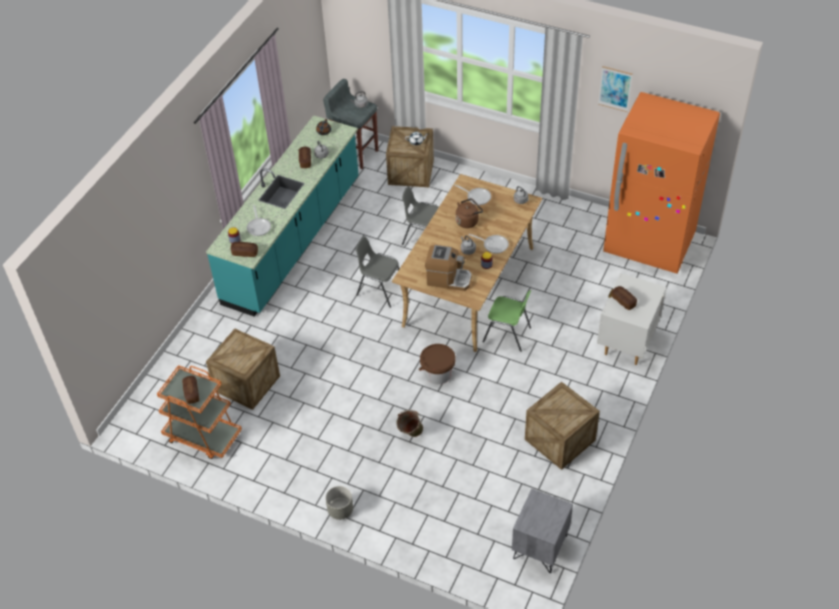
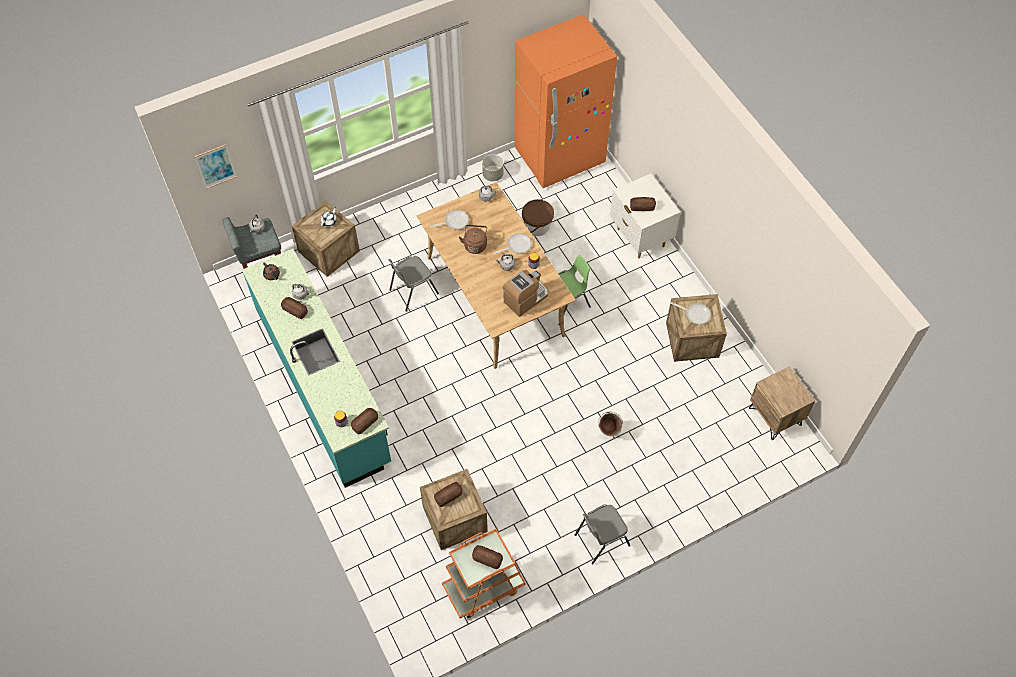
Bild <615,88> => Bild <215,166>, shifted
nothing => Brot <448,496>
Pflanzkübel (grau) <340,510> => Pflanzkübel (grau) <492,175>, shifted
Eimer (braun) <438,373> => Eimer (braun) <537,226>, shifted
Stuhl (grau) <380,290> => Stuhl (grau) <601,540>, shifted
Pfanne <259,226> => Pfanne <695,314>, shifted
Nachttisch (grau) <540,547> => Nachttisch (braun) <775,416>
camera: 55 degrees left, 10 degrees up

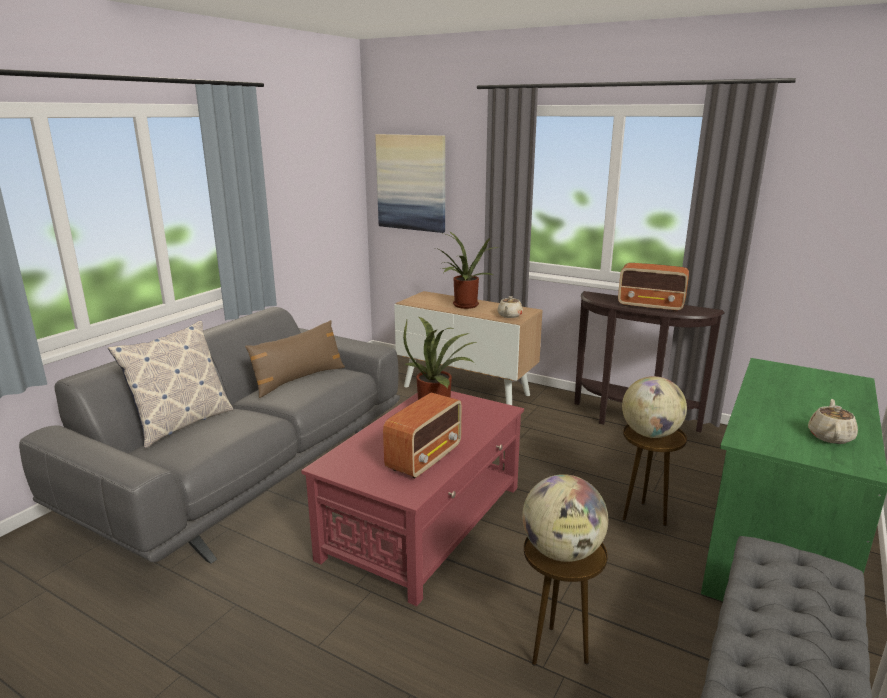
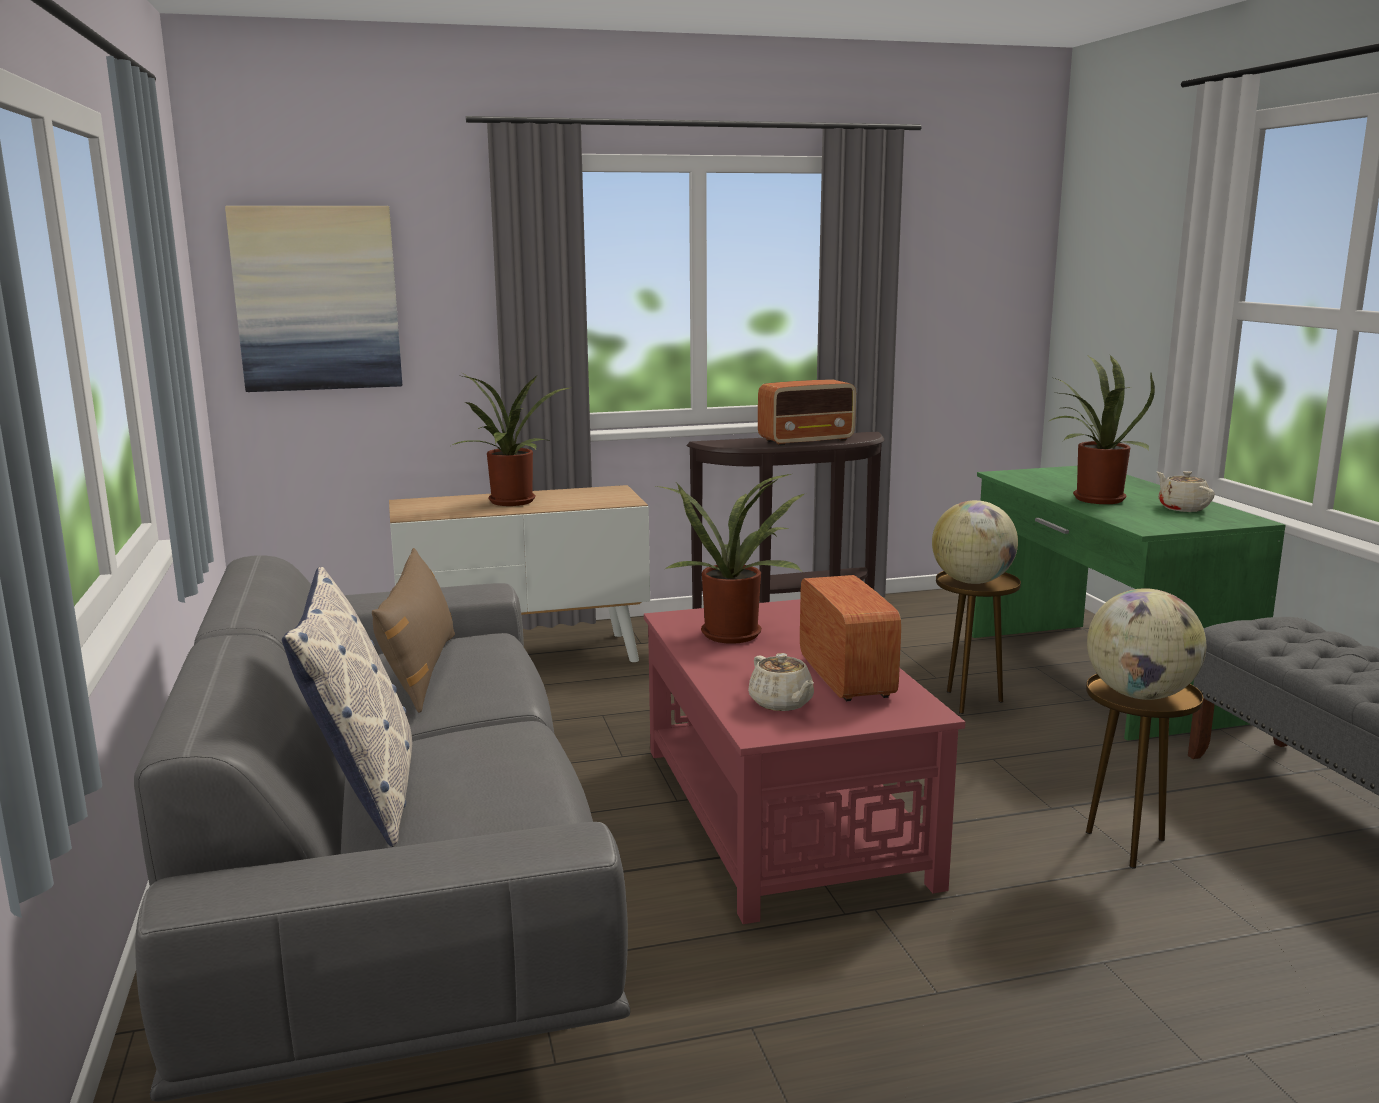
Teekanne (beige) <509,316> => Teekanne (beige) <781,703>, shifted
nothing => Topfpflanze <1093,499>
camera: 45 degrees left, 5 degrees down

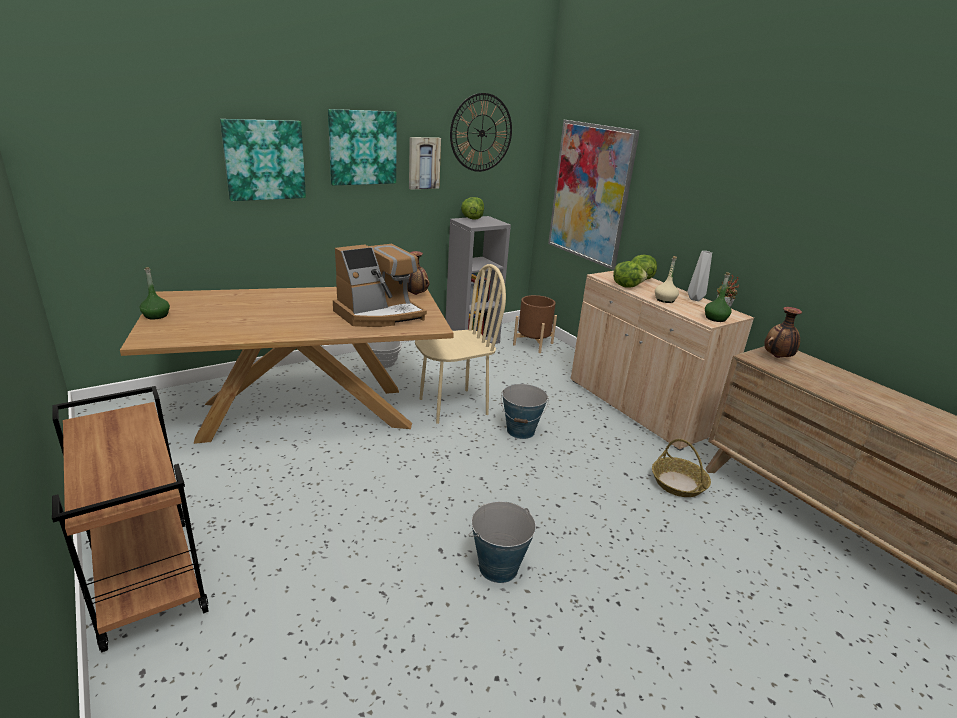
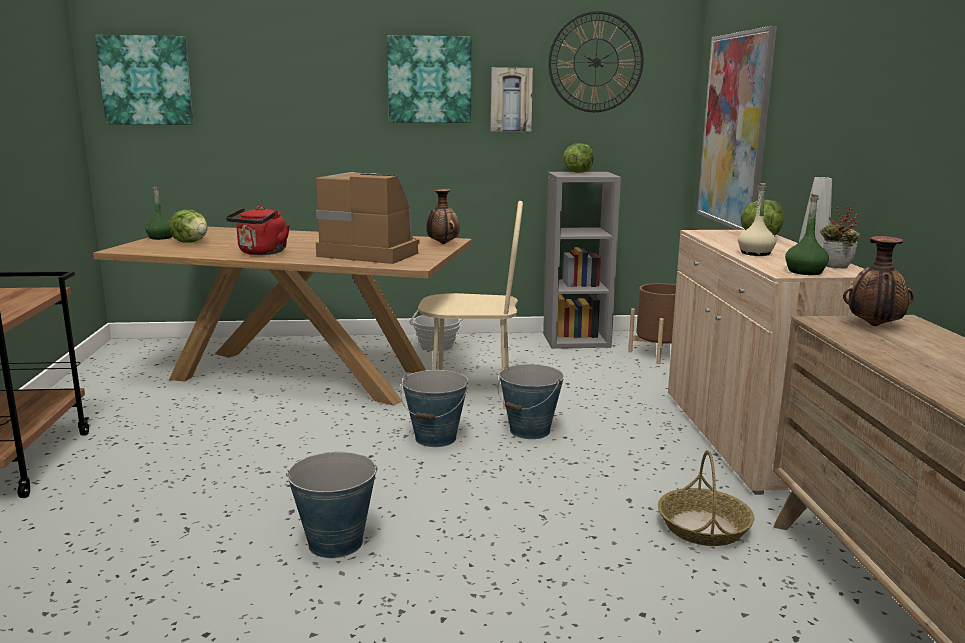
Bild <264,160> => Bild <146,80>, shifted
Salatkopf <626,286> => Salatkopf <191,242>, shifted
nothing => Wasserkessel (rot) <261,253>
Kaffeemaschine <379,314> => Kaffeemaschine <371,253>, 150 degrees counterclockwise
nothing => Eimer <436,438>
camera: 30 degrees right, 10 degrees down

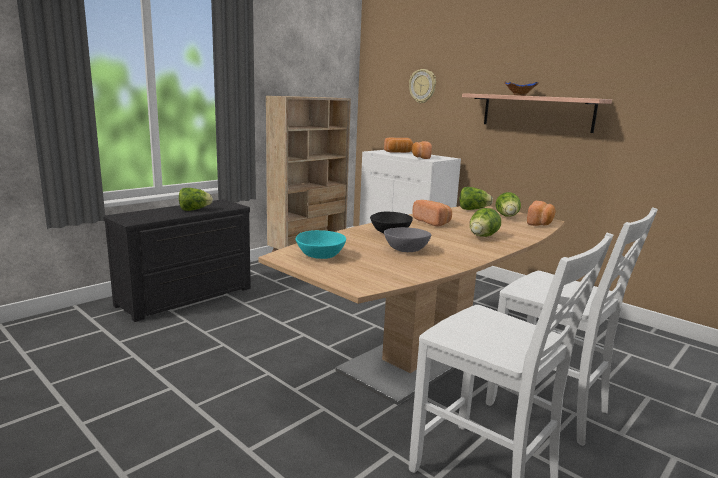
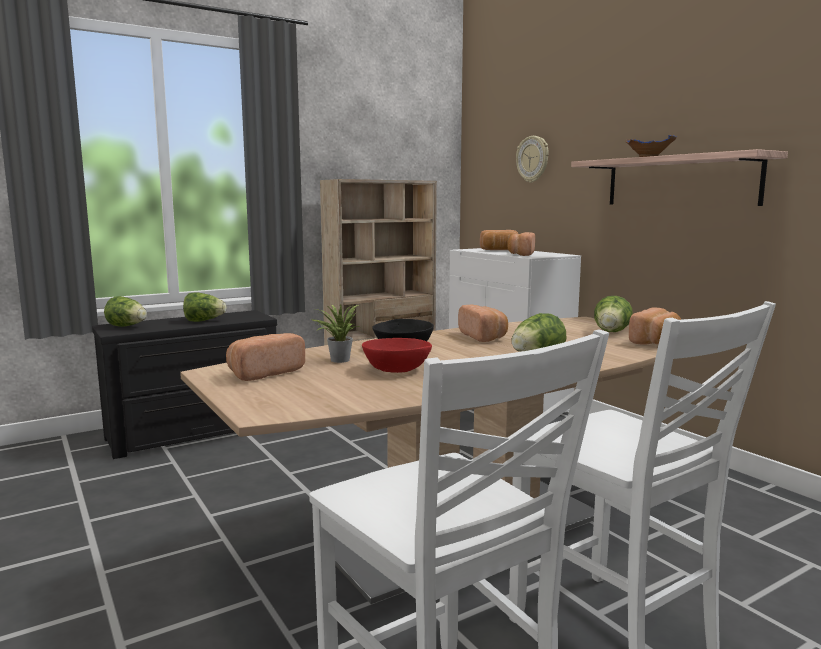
Salatkopf <473,209> => Salatkopf <127,326>, shifted
Schüssel (türkis) <321,256> => Brot <264,373>
nothing => Topfpflanze <338,360>
Schüssel (grau) <406,249> => Schüssel (rot) <396,369>
camera: 15 degrees right, 5 degrees down

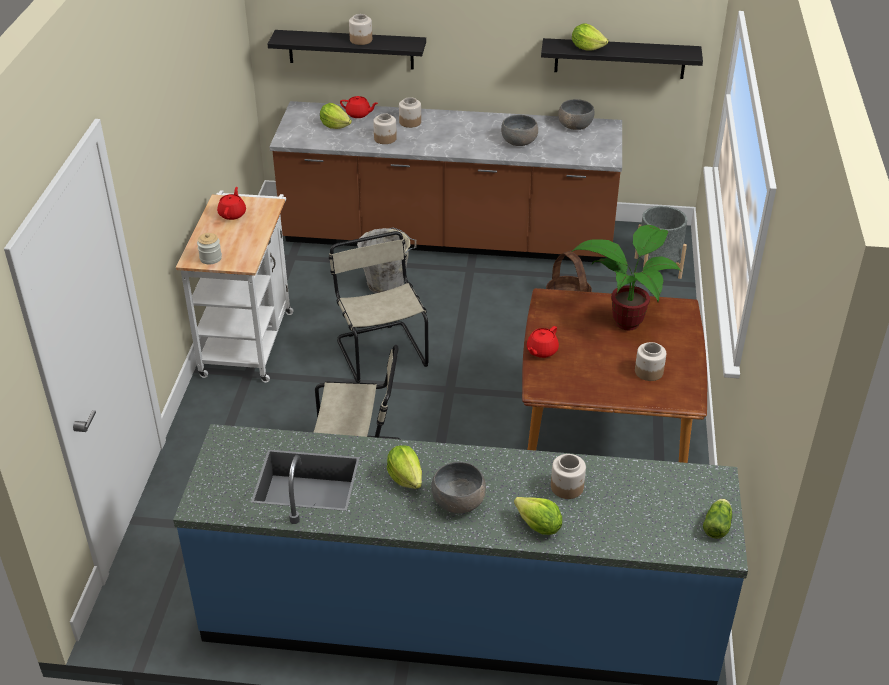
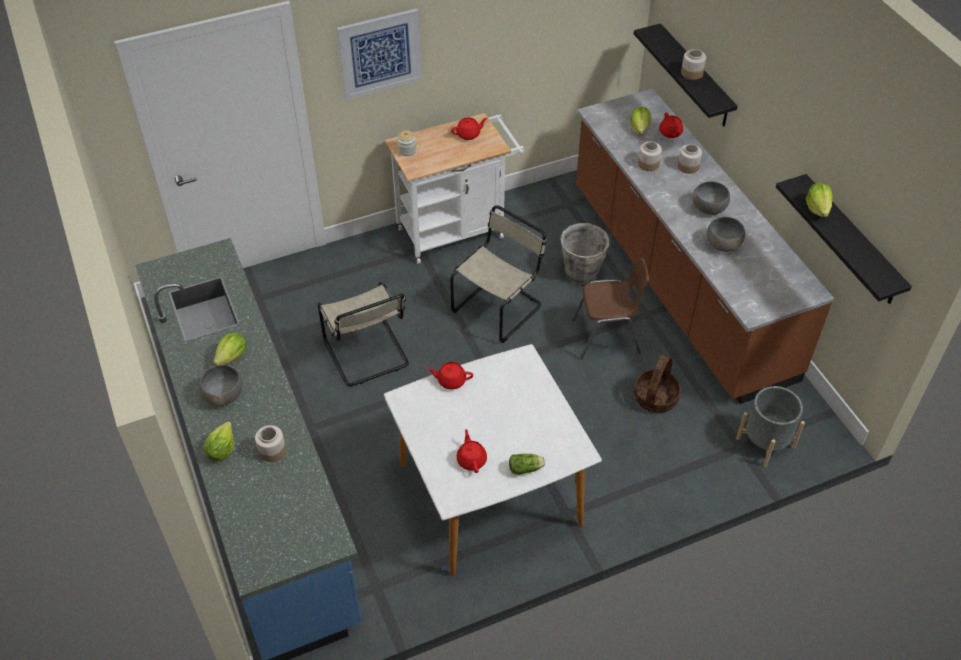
nothing => Bild <380,53>
Esstisch (braun) <602,446> => Esstisch (weiß) <488,494>
Vorratsglas <648,372> => Teekanne (rot) <471,459>
Salatkopf <717,525> => Salatkopf <526,468>, shifted
nothing => Stuhl (braun) <607,337>
Schüssel (grau) <575,126> => Schüssel (grau) <708,208>, shifted
Topfpflanze <628,320> => nothing
camera: 60 degrees right, 10 degrees up

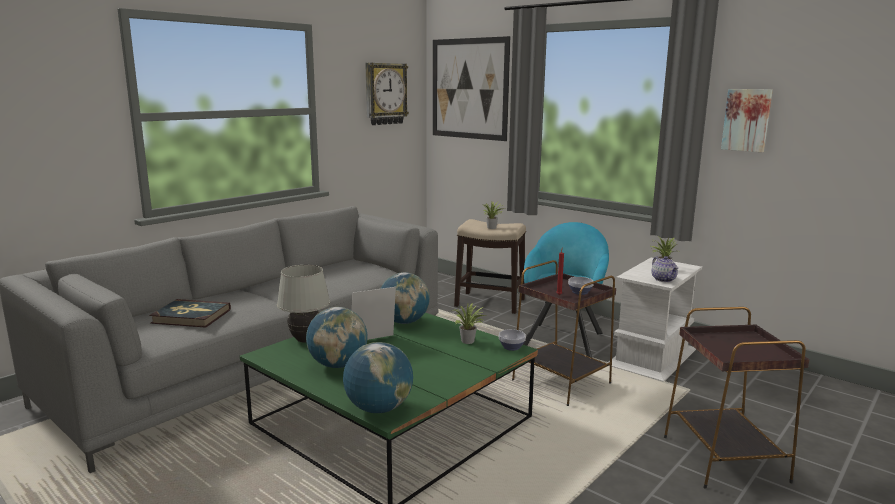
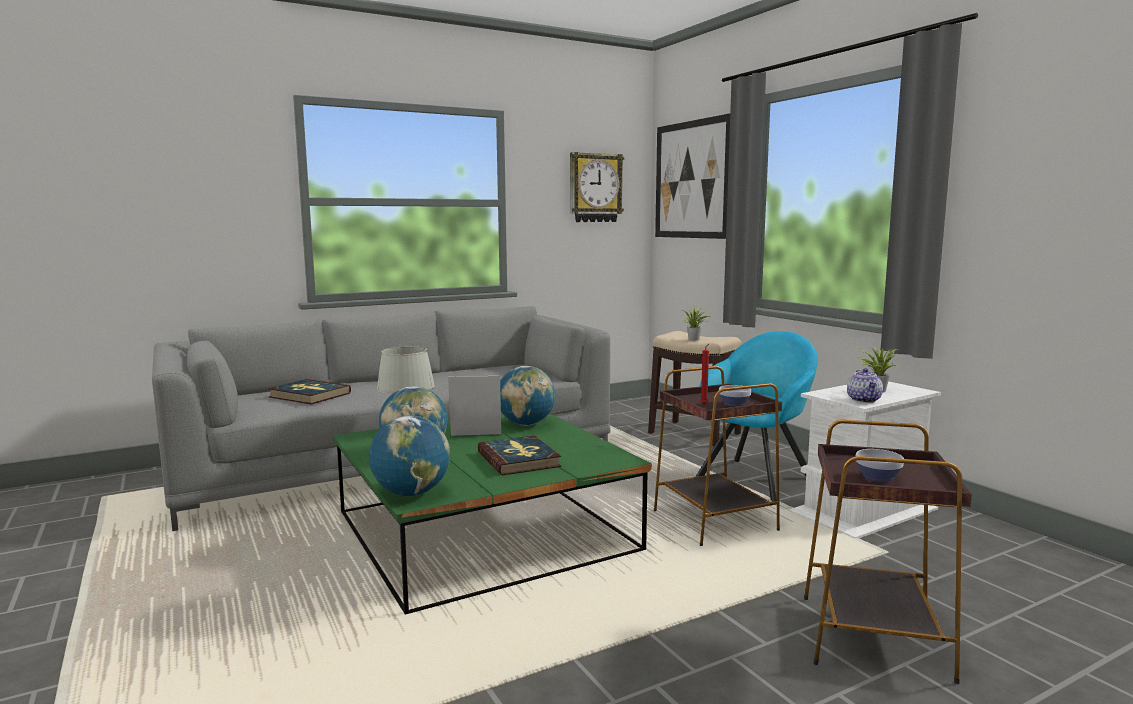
nothing => Buch <519,459>
Schüssel <510,347> => Schüssel <876,477>, shifted
Topfpflanze <469,342> => nothing
Bild <746,120> => nothing
camera: 20 degrees right, 5 degrees down

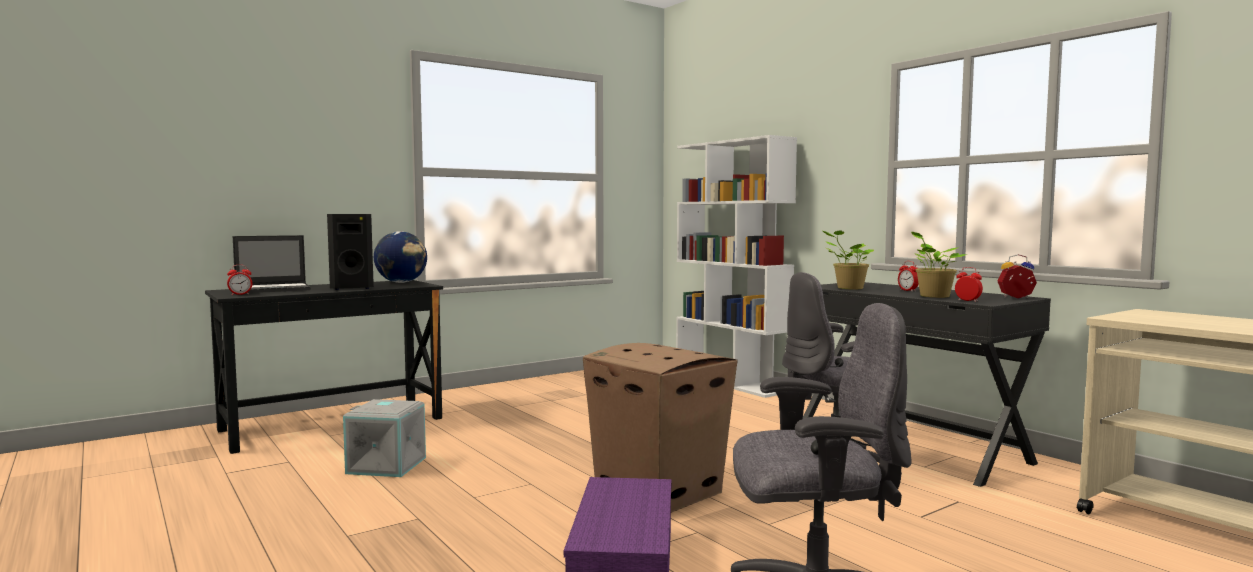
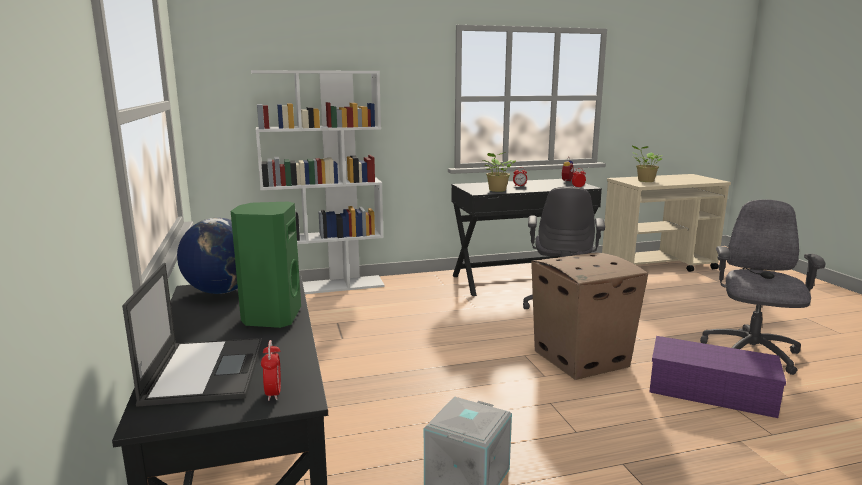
Lautsprecher (schwarz) <352,288> => Lautsprecher (grün) <271,317>
Topfpflanze <932,296> => Topfpflanze <644,181>, shifted
camera: 70 degrees left, 10 degrees up

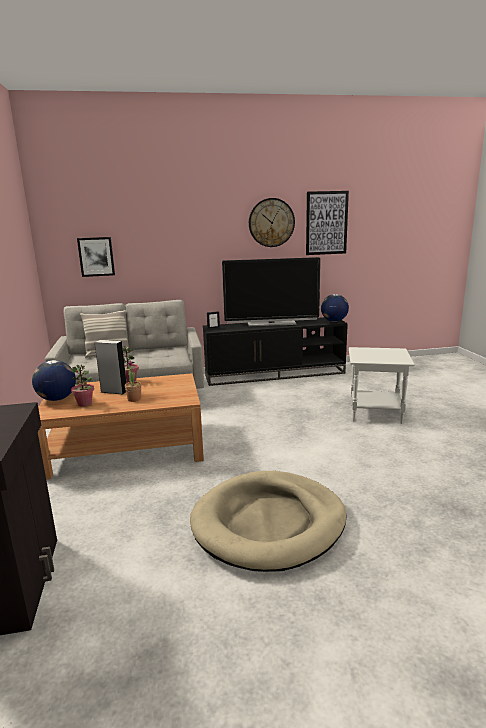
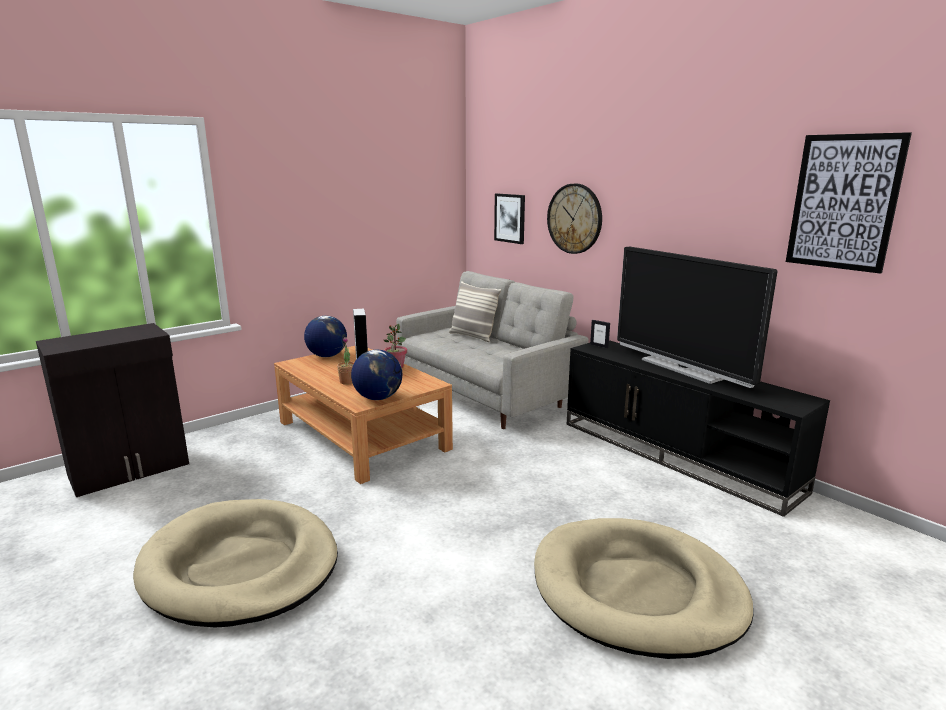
Globus <334,321> => Globus <378,398>, shifted
Beistelltisch (weiß) <376,414> => Hundebett (beige) <637,591>
Wanduhr <271,222> => Wanduhr <574,218>, shifted
Topfpflanze <85,403> => nothing
camera: 60 degrees right, 0 degrees up

